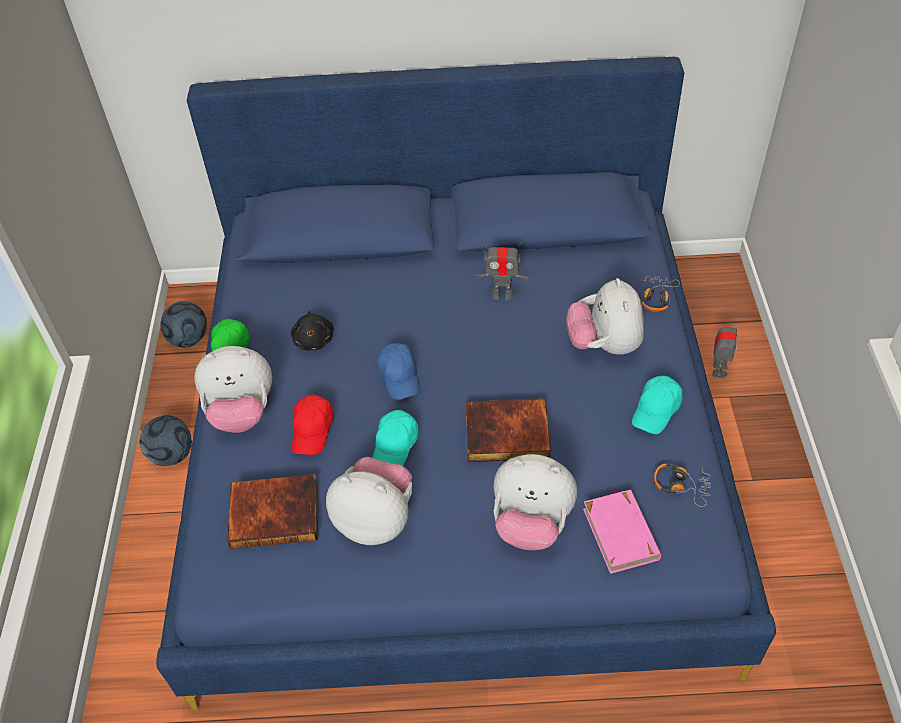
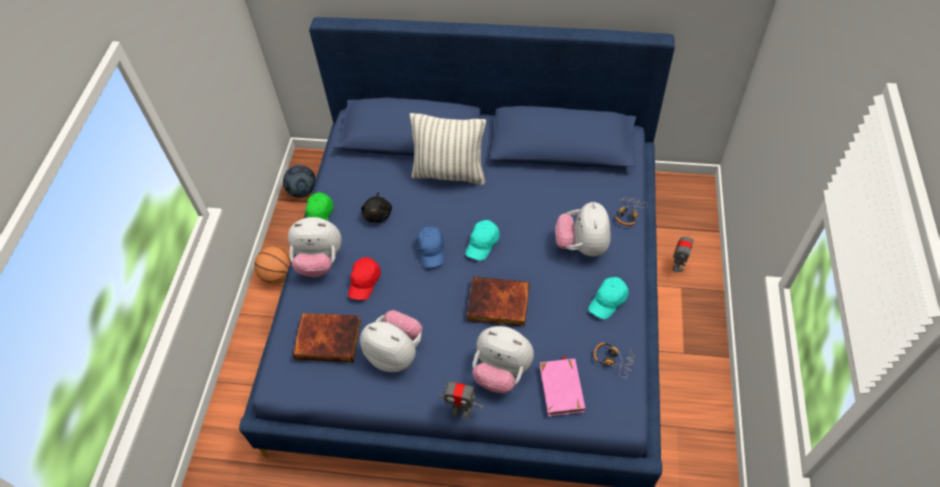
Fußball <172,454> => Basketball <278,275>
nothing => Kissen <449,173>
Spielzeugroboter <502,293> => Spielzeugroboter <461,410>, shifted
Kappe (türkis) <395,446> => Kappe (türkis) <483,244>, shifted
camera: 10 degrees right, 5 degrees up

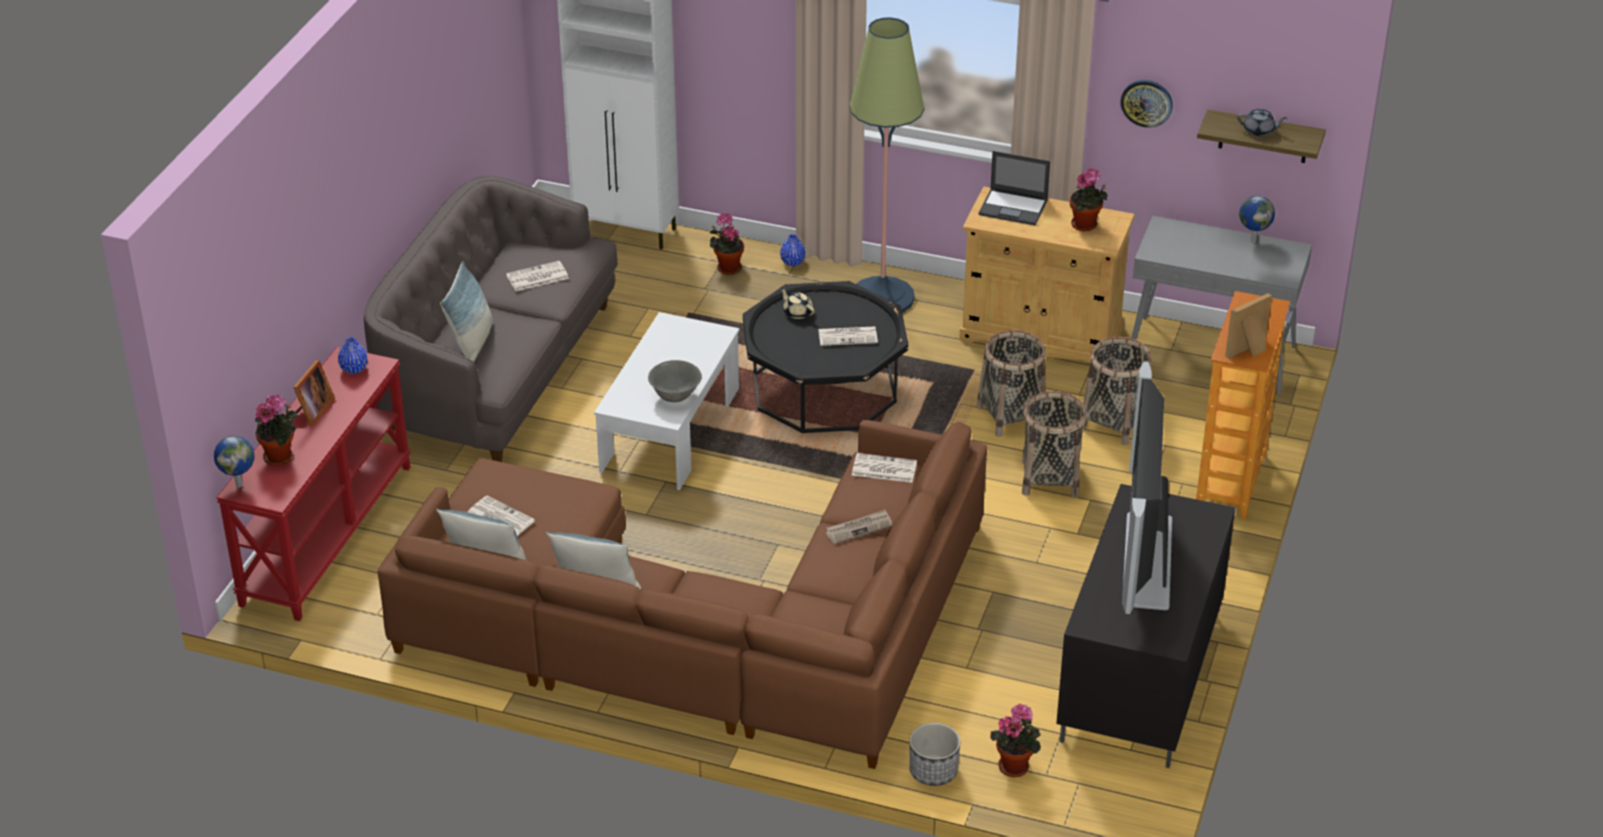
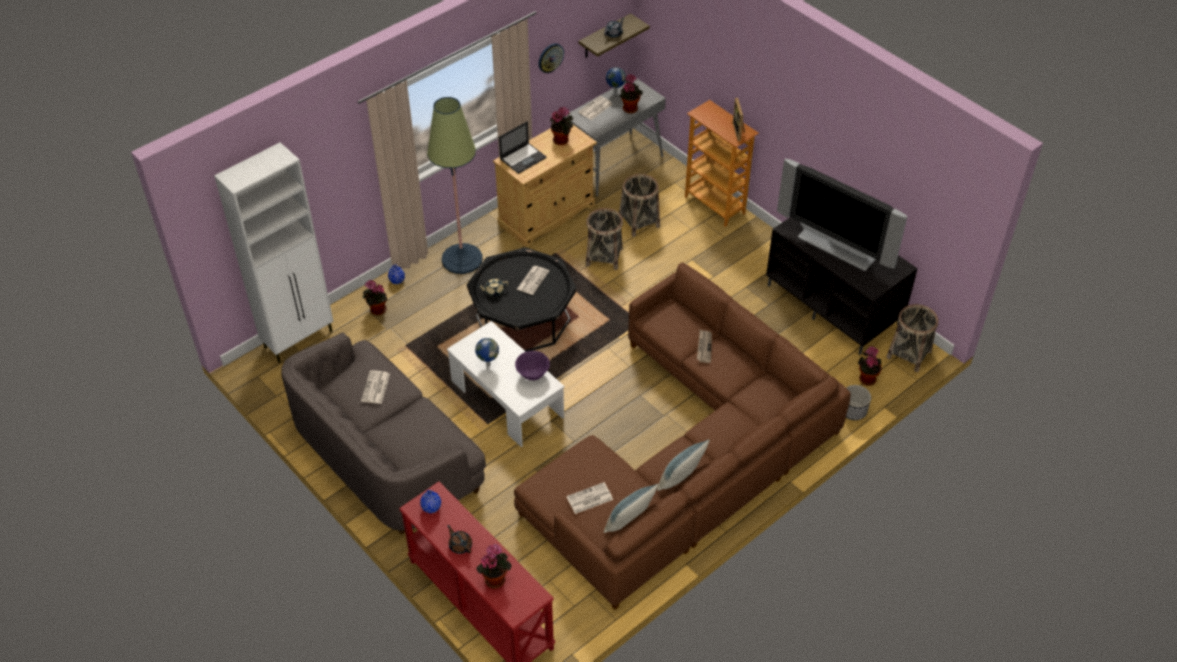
Bilderrahmen <312,411> => Teekanne (braun) <460,545>
Globus <239,484> => Globus <488,364>, shifted
Schüssel (grau) <675,396> => Schüssel (lila) <532,374>
Zeitung <883,469> => Zeitung <595,108>, shifted
nothing => Topfpflanze <630,108>
Korb <1049,478> => Korb <908,354>, shifted
Kissen <472,343> => nothing
camera: 60 degrees left, 10 degrees up

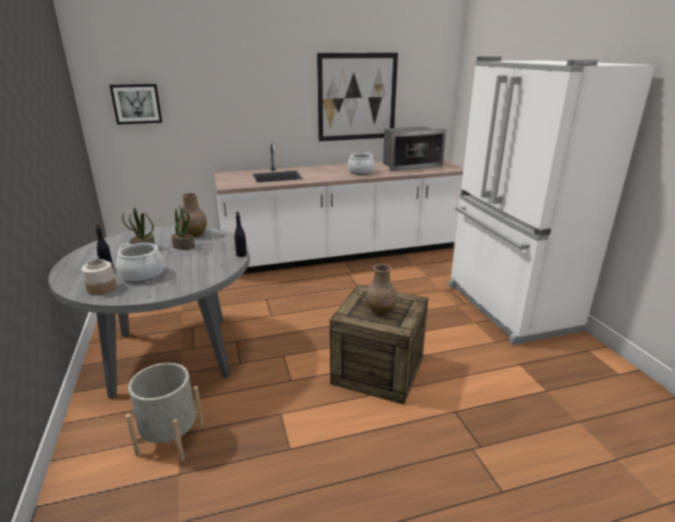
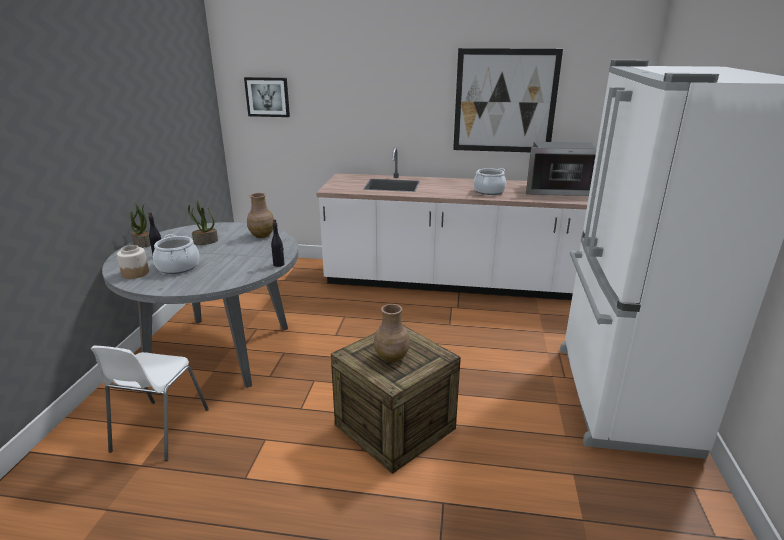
Pflanzkübel (grau) <171,439> => Stuhl (weiß) <159,430>
Topfpflanze <184,246> => Topfpflanze <142,243>, shifted
camera: 25 degrees right, 0 degrees up

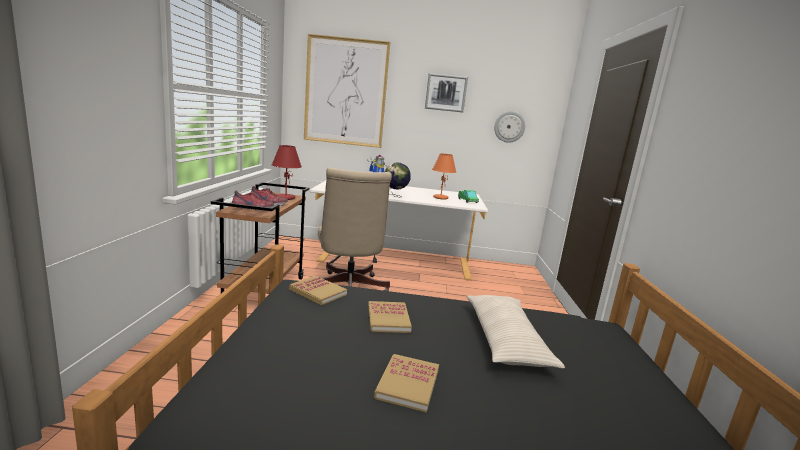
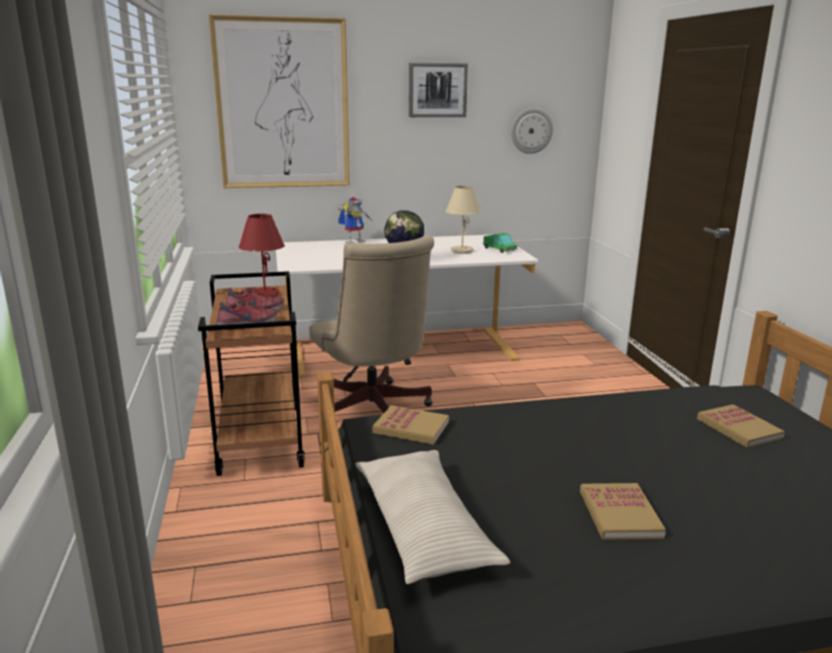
Kissen (beige) <505,340> => Kissen (beige) <423,527>, shifted
Tischlampe (orange) <440,198> => Tischlampe (beige) <461,251>
Buch <388,319> => Buch <738,428>, shifted
camera: 15 degrees left, 5 degrees up

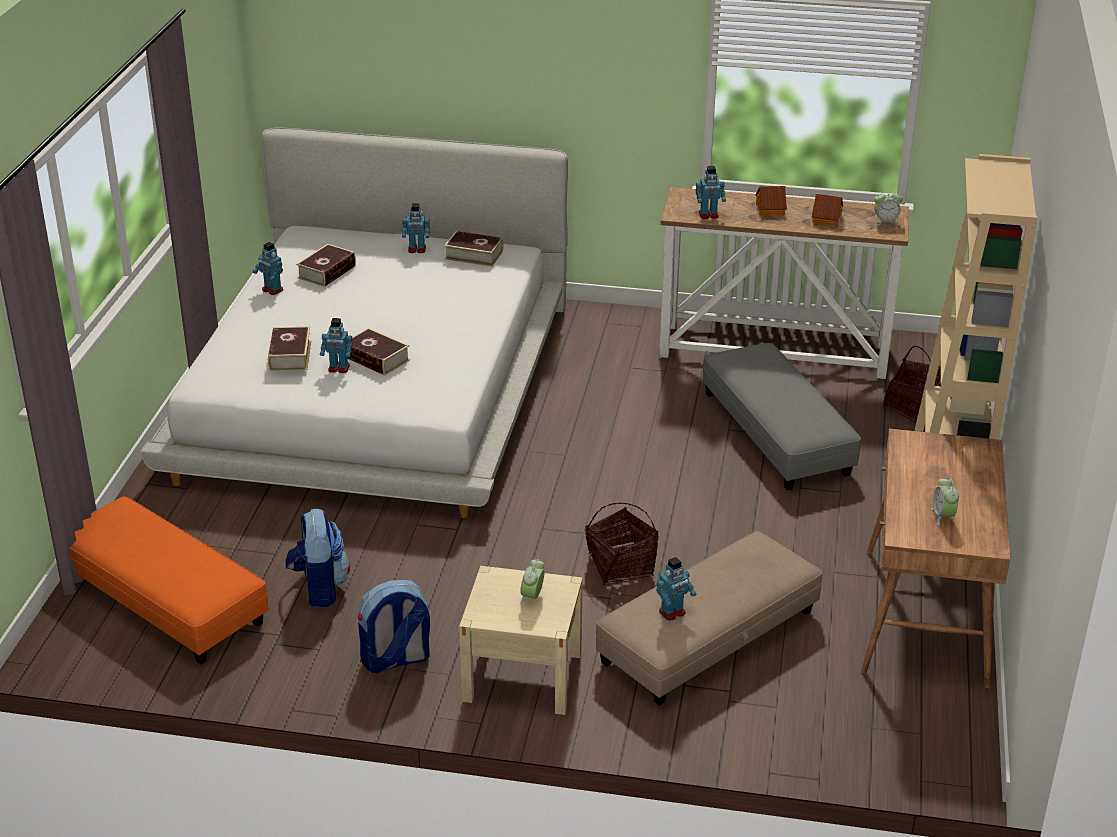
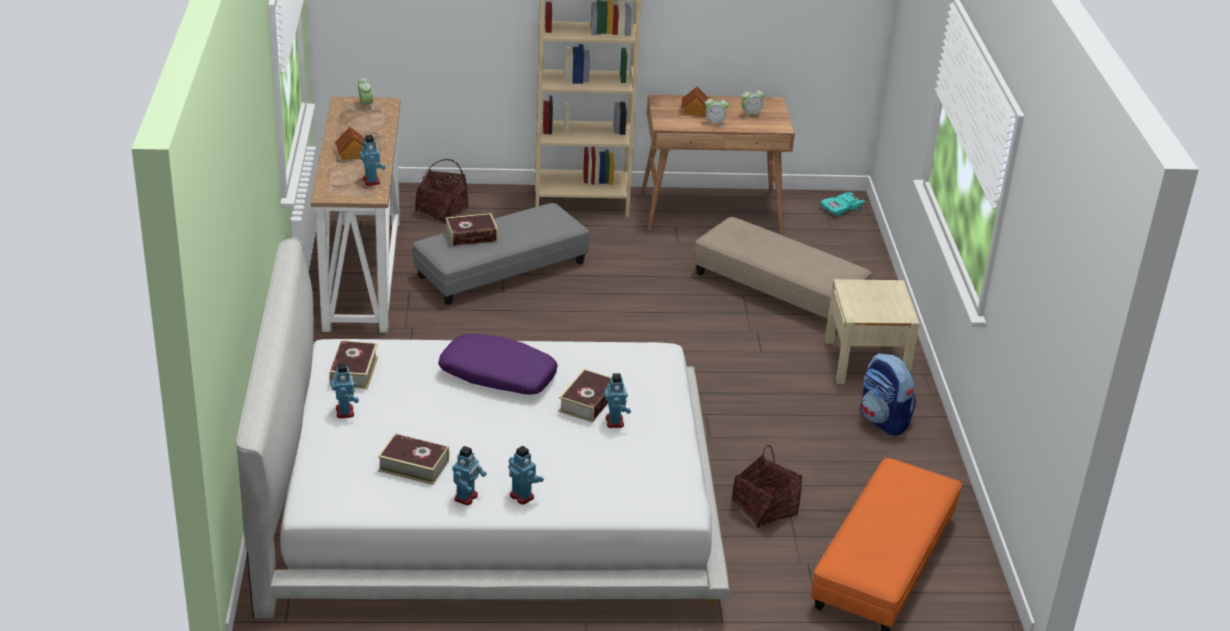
nothing => Kissen (lila) <497,376>
Buch <290,356> => Buch <471,236>, shifted
Spielzeugroboter <672,612> => Spielzeugroboter <522,496>, shifted
Spielzeughaus <826,219> => Spielzeughaus <694,111>, shifted
Wecker <532,597> => Wecker <714,123>, shifted
Korb <620,565> => Korb <764,509>, shifted
nothing => Spielzeugauto (türkis) <842,208>
Rucksack <319,588> => nothing
camera: 105 degrees left, 0 degrees up

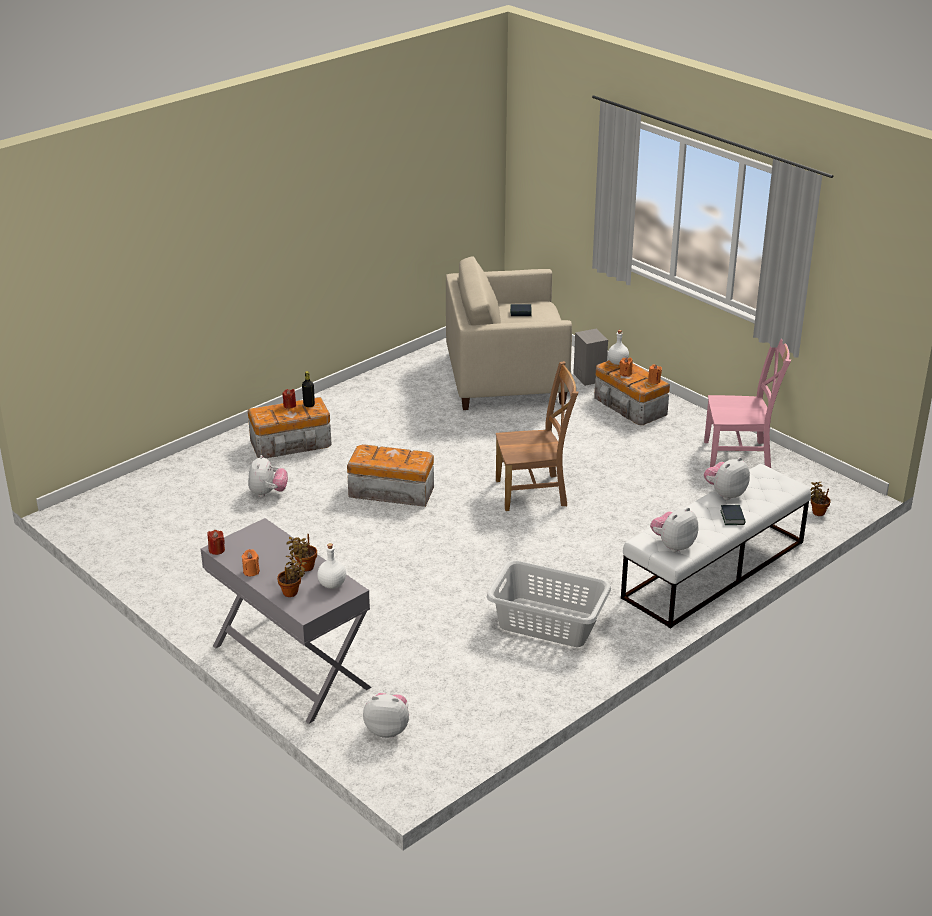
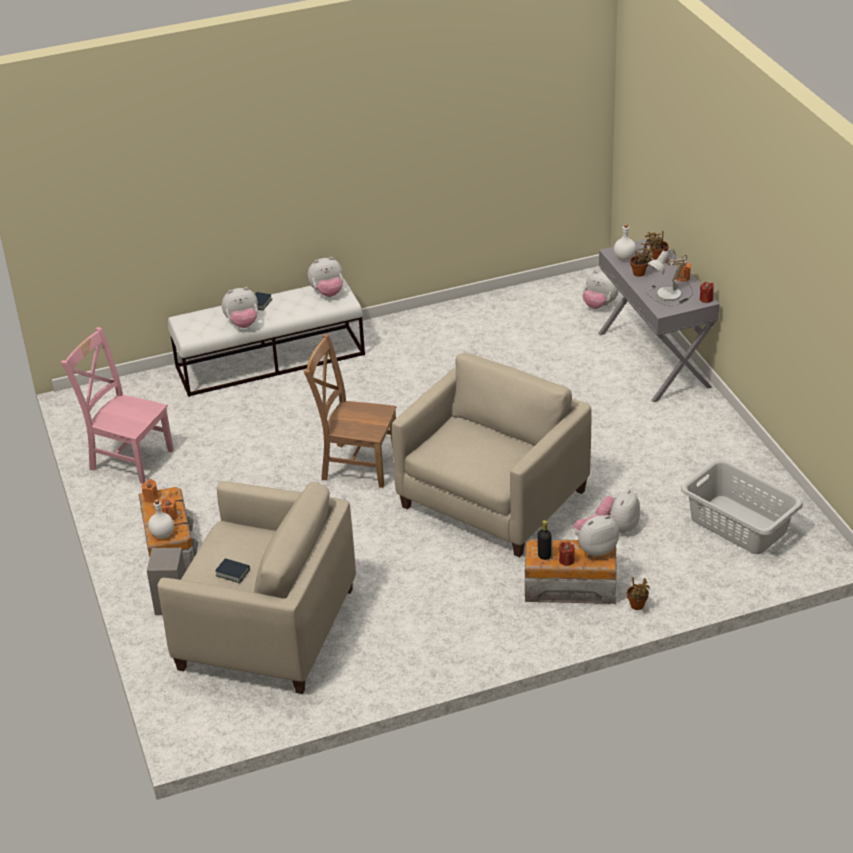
Aufbewahrungsbox <390,491> => Sessel (beige) <493,499>
nothing => Plüschtier <595,548>
Topfpflanze <817,512> => Topfpflanze <637,606>, shifted
nothing => Tischlampe <669,296>
Wäschekorb (grau) <547,622> => Wäschekorb (grau) <738,525>, shifted
camera: 155 degrees left, 5 degrees up

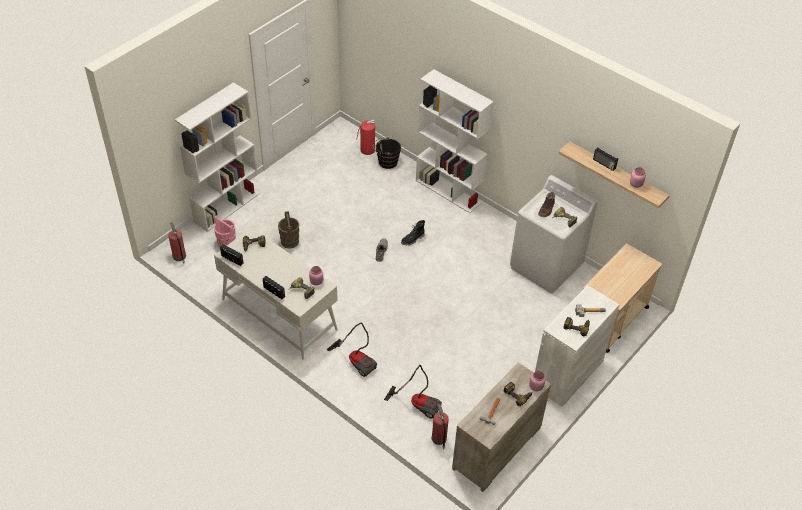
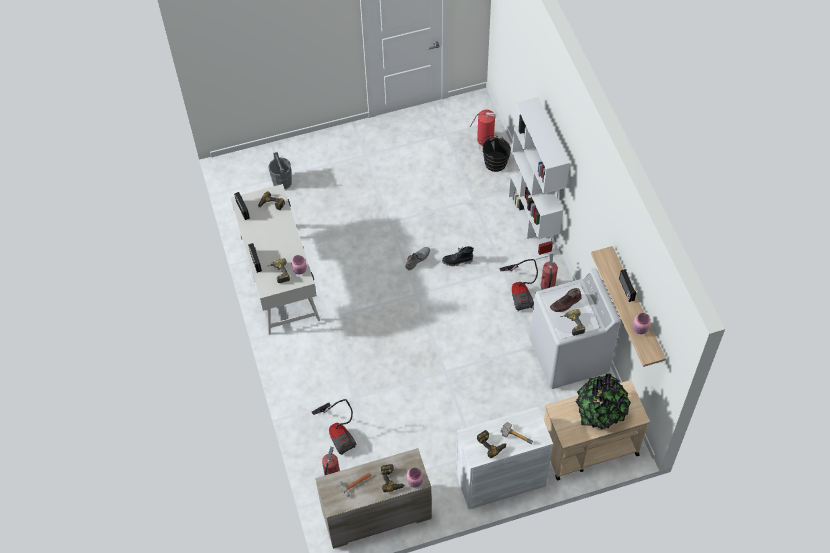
Eimer (rosa) <227,244> => Eimer (grau) <282,182>
Staubsauger <357,360> => Staubsauger <520,292>, shifted
Feuerlöscher <179,256> => Feuerlöscher <547,287>, shifted
nothing => Topfpflanze <600,411>
Bücherregal (weiß) <227,207> => nothing
Eimer (braun) <290,242> => nothing
camera: 35 degrees right, 10 degrees up

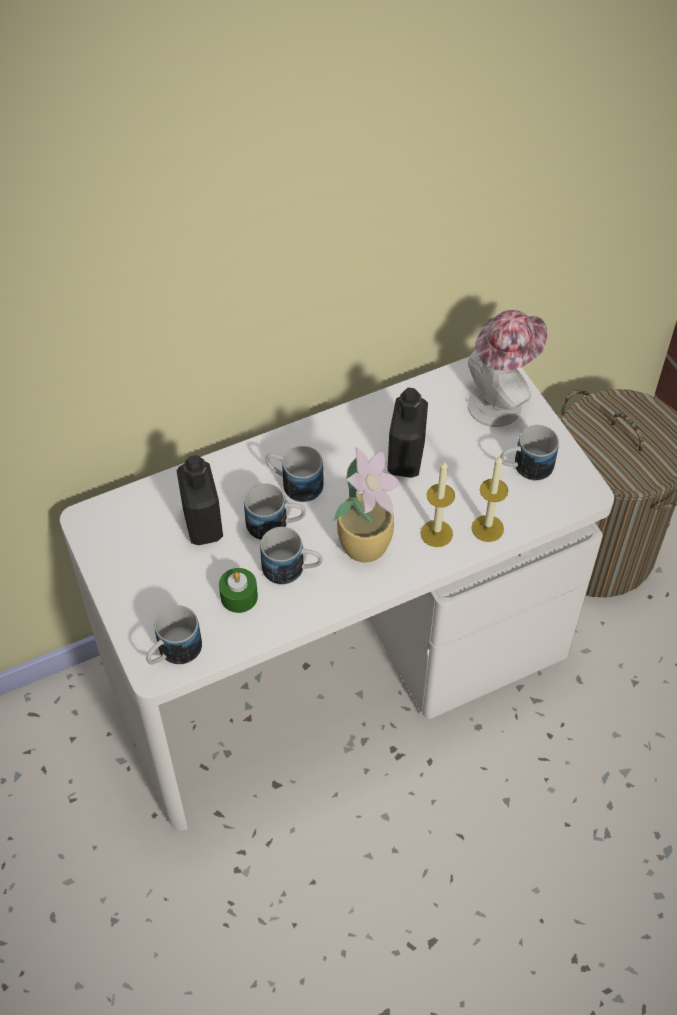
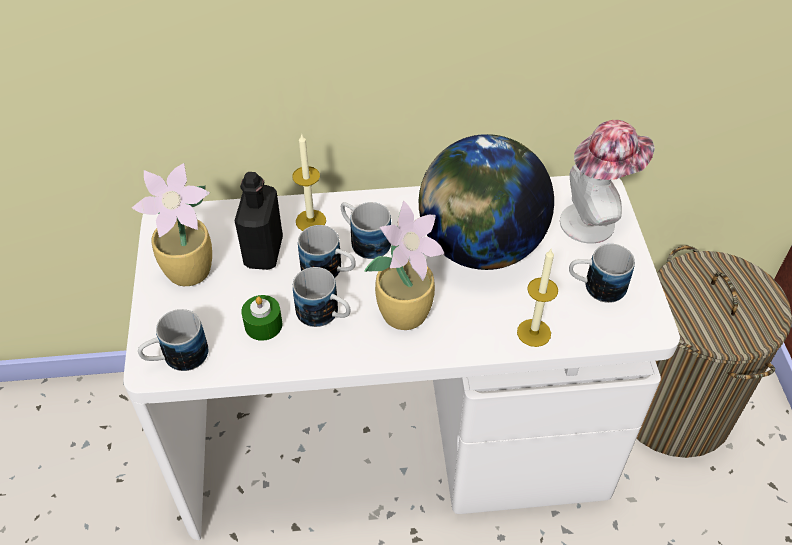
nothing => Topfpflanze <191,271>
Kerze <436,533> => Kerze <311,221>, shifted
Flasche (schwarz) <406,459> => Globus <479,247>
camera: 20 degrees right, 5 degrees down

